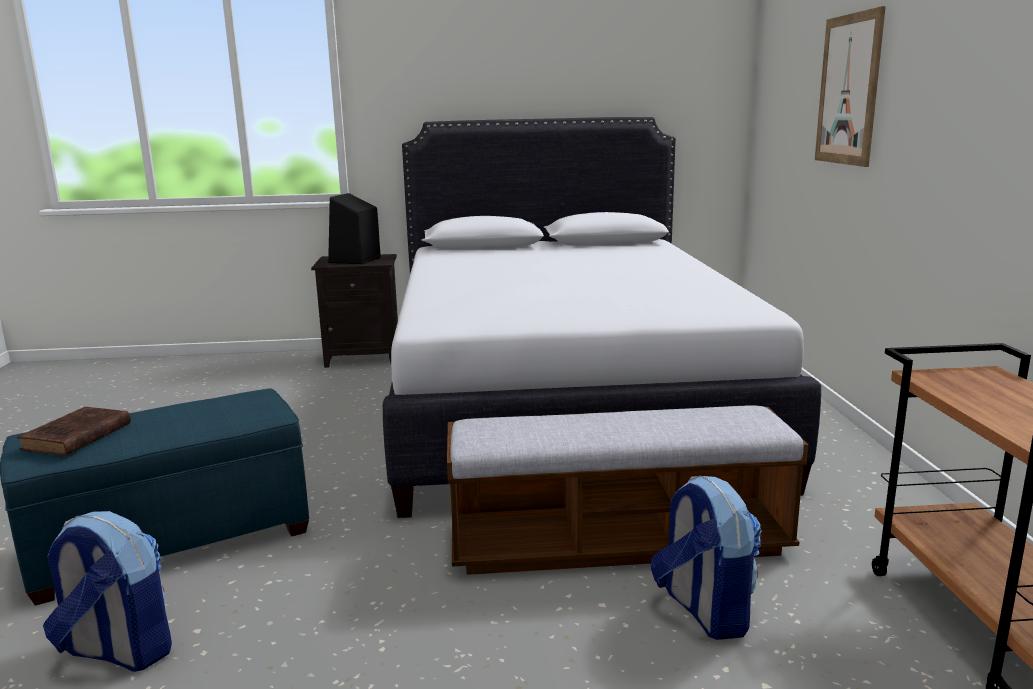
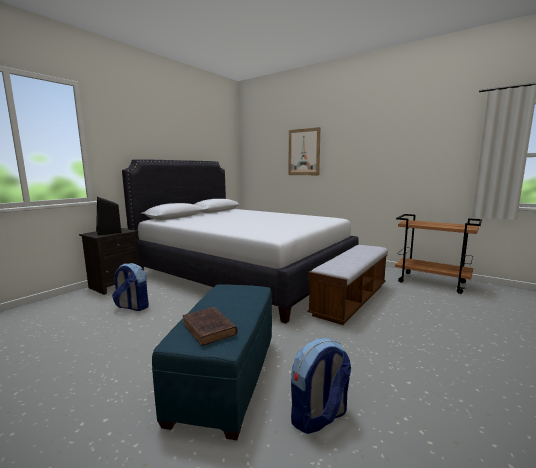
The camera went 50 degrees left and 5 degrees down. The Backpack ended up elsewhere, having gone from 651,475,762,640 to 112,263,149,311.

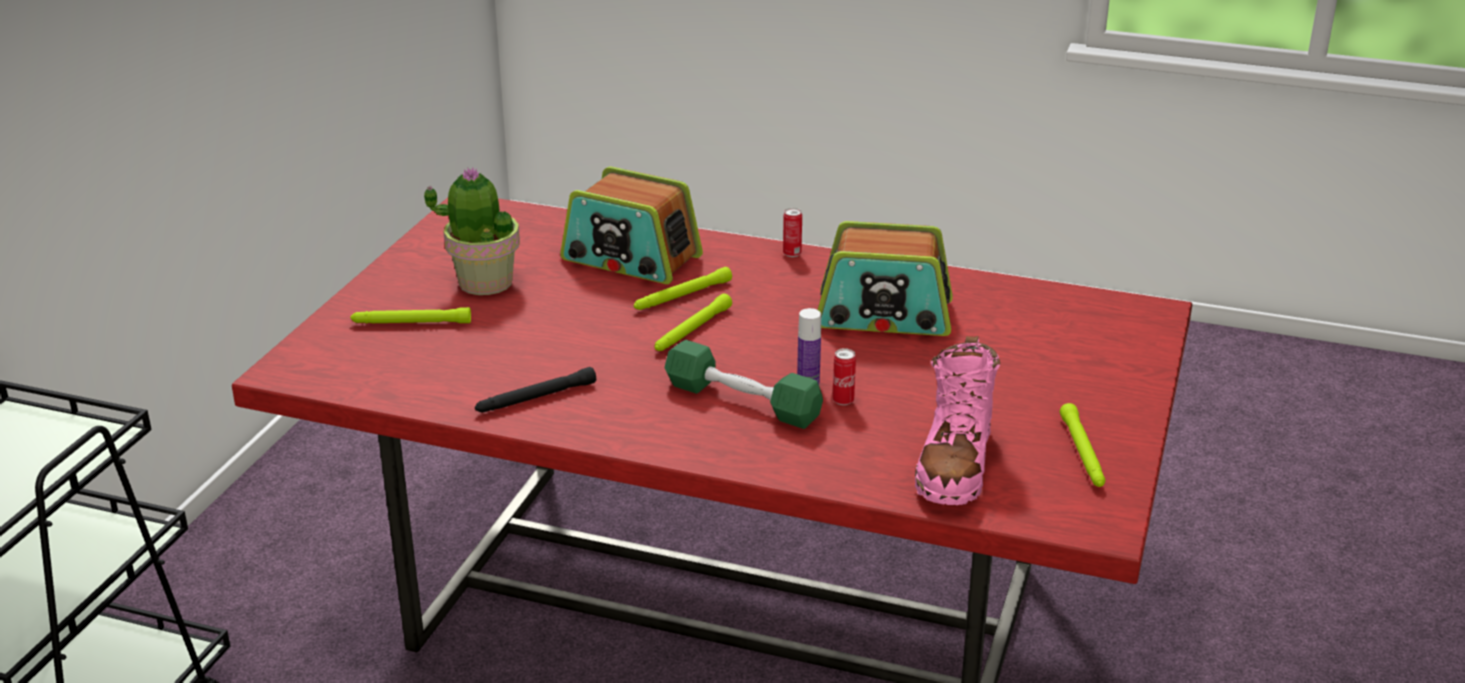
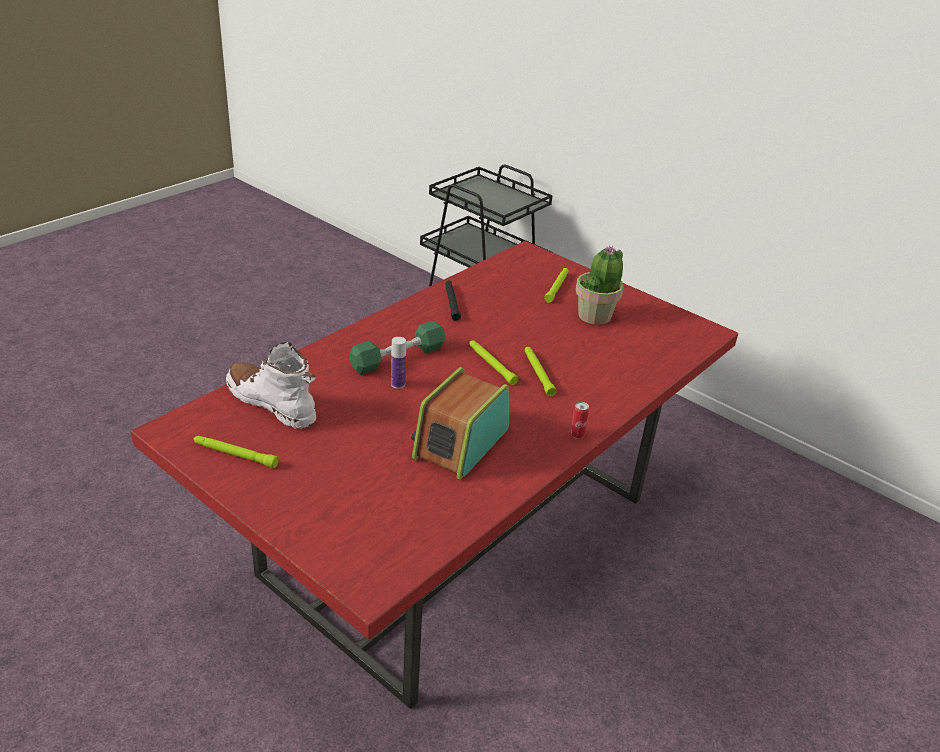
The camera went 110 degrees right and 5 degrees up. What was the PinkBoot at 915,336,1000,505 turned into the WhiteBoot at 226,342,316,429. The second view lost the Radio at 560,167,703,284. The second view lost the Can at 833,348,856,405.

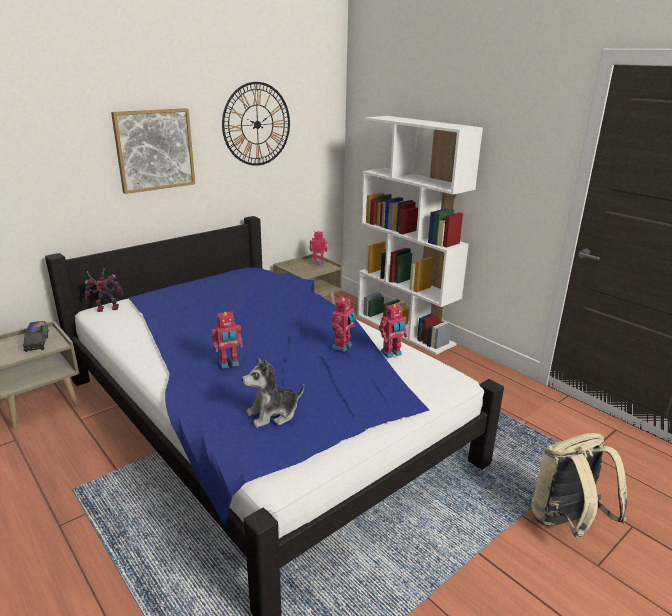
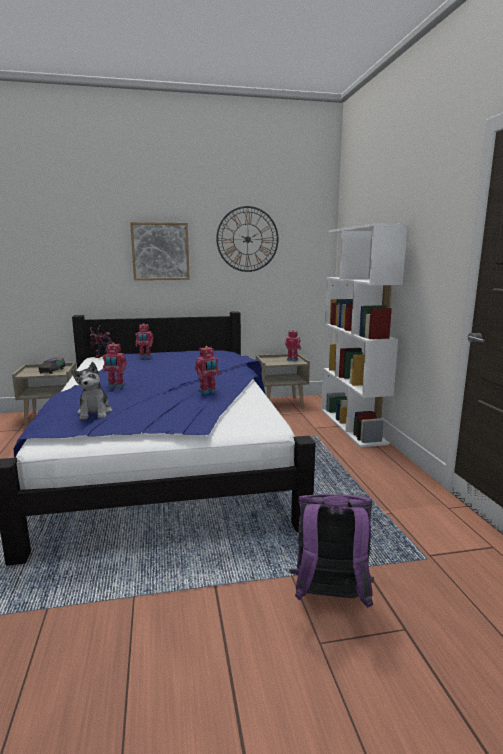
The camera went 30 degrees right and 10 degrees down. The PlushToy at 242,357,304,428 ended up facing another way, 105 degrees counterclockwise from before. The ToyRobot ended up elsewhere, having gone from 379,304,408,358 to 135,323,154,358. What was the BeigeBackpack at 531,433,627,539 turned into the PurpleBackpack at 290,494,374,608.

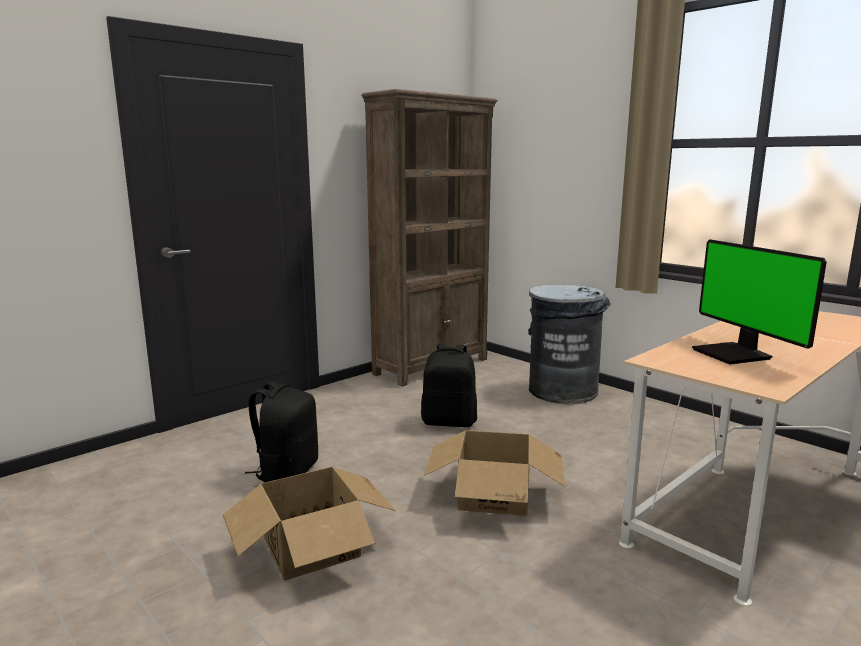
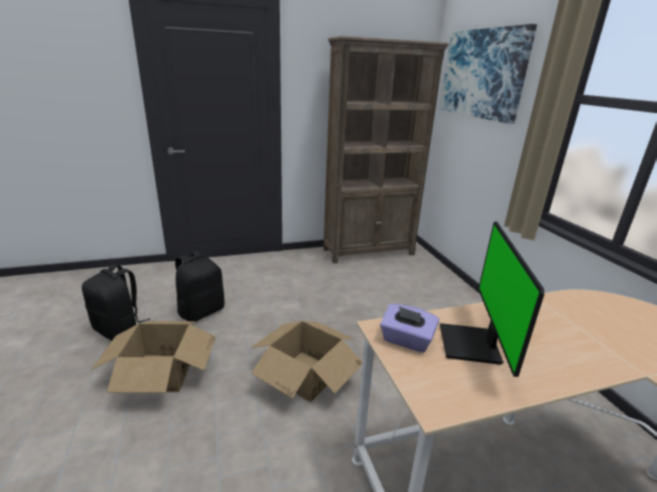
The camera went 25 degrees right and 10 degrees up. The BlackBackpack ended up elsewhere, having gone from 421,344,477,427 to 82,264,150,341. The second view gained the PurpleTissueBox at 380,304,439,353. The second view gained the Picture at 440,24,537,124. The second view lost the GreyTrashCan at 528,285,611,405.

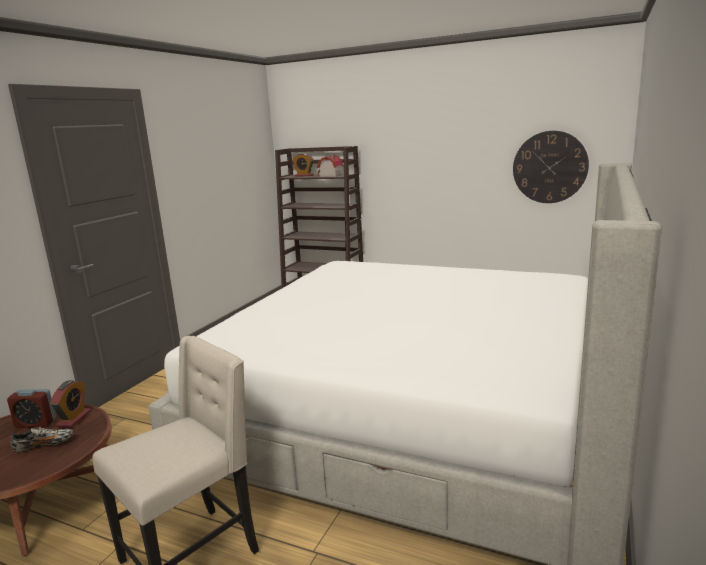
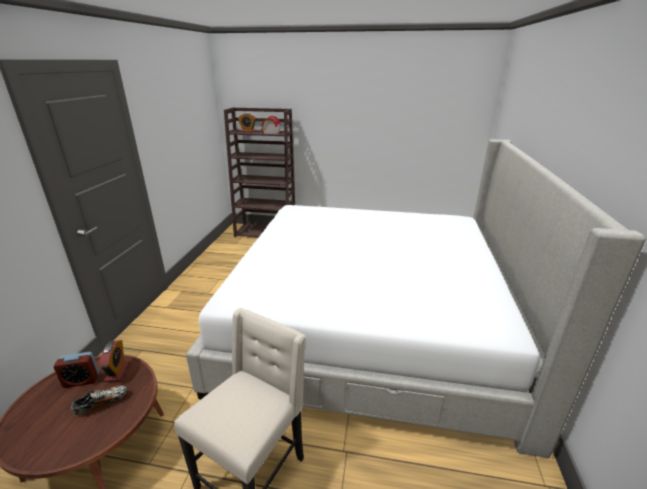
The camera went 15 degrees left and 10 degrees up. The second view lost the WallClock at 513,131,589,203.

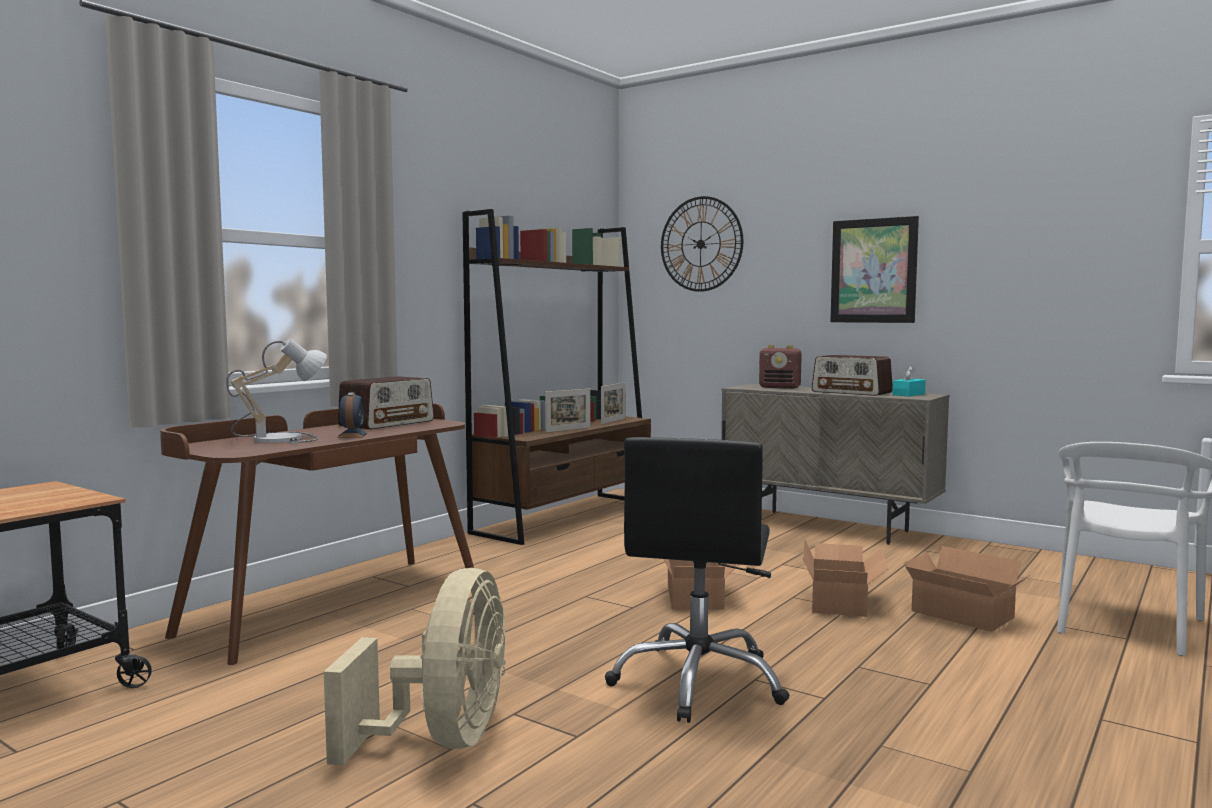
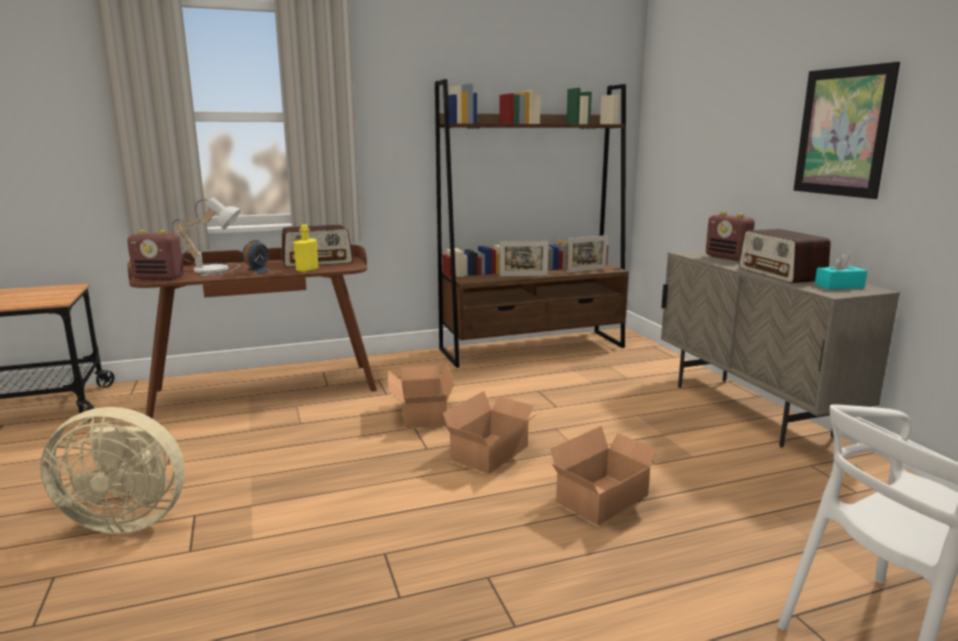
The camera went 35 degrees right and 10 degrees up. The BeigeFan at 324,568,506,765 ended up facing another way, 45 degrees clockwise from before. The second view gained the Radio at 127,230,184,280. The second view gained the YellowBottle at 294,225,319,272. The CardboardBox ended up elsewhere, having gone from 904,546,1030,632 to 387,363,455,428. The second view lost the BlackOfficeChair at 605,437,790,723. The second view lost the WallClock at 661,196,743,292.

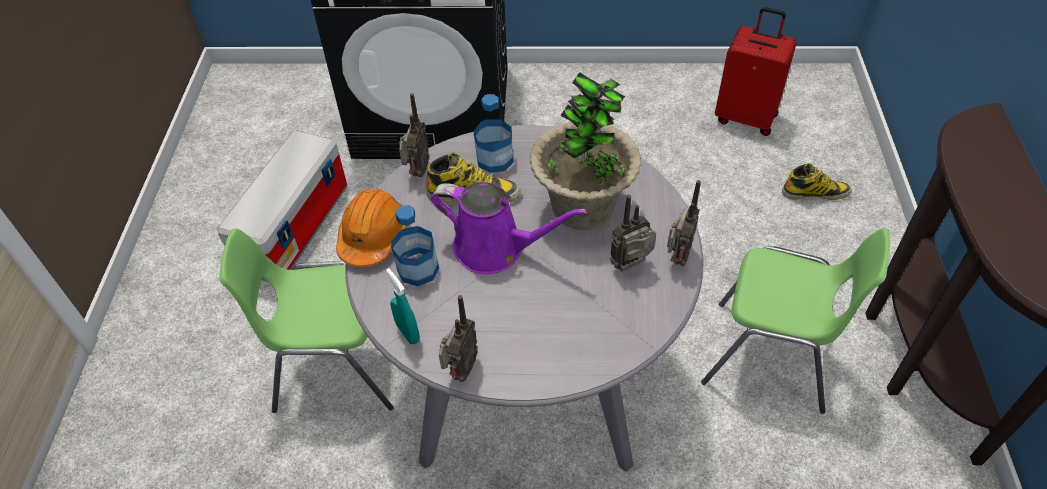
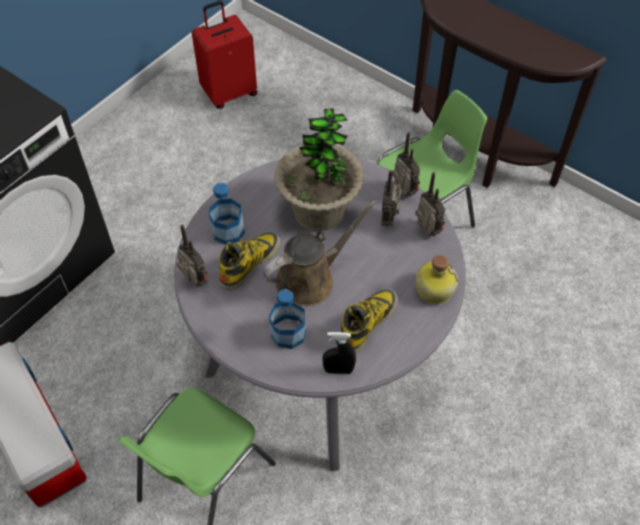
The camera went 55 degrees left and 5 degrees up. What was the PurpleWateringCan at 431,182,587,274 turned into the BrownWateringCan at 263,200,377,306. What was the TurquoiseSprayBottle at 386,268,420,344 turned into the BlackSprayBottle at 322,332,356,374. The Boot ended up elsewhere, having gone from 782,163,851,200 to 341,289,397,353. The Radio ended up elsewhere, having gone from 439,295,478,382 to 415,172,445,236. The second view gained the Bottle at 415,255,459,304. The second view lost the OrangeHardHat at 336,189,407,267.

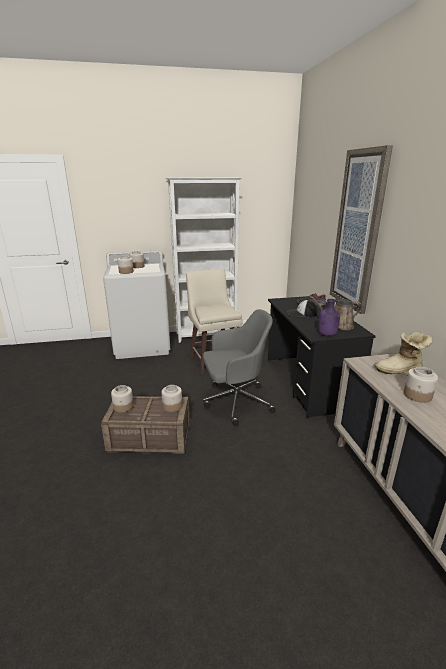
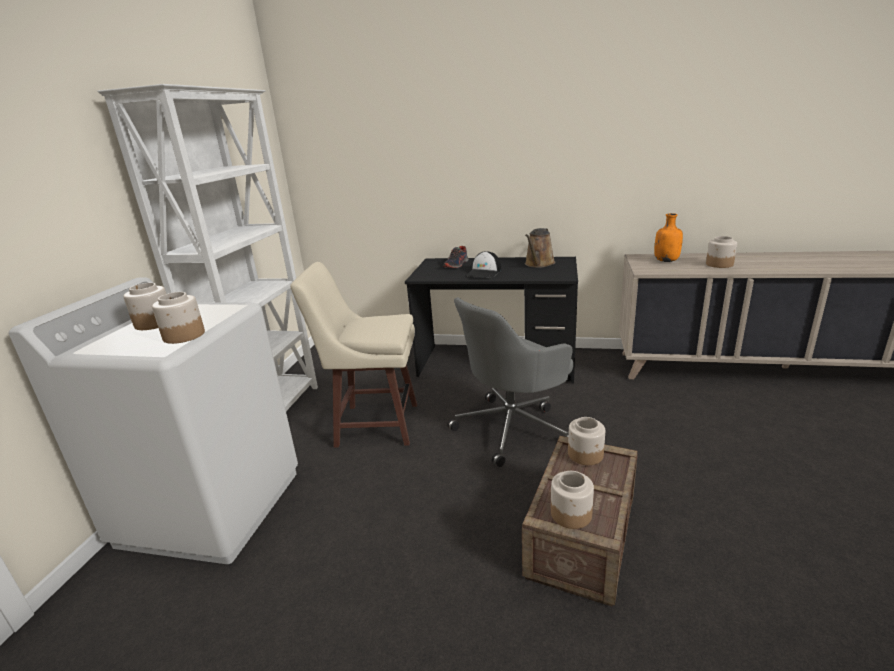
The camera went 65 degrees left and 0 degrees up. The GreyOfficeChair at 203,309,276,426 ended up facing another way, 135 degrees counterclockwise from before. Where the Boot stood at 374,332,433,374, the OrangeBottle came to stand at 654,213,683,262. The second view lost the PurpleBottle at 318,299,340,336. The second view lost the Picture at 330,145,393,314.

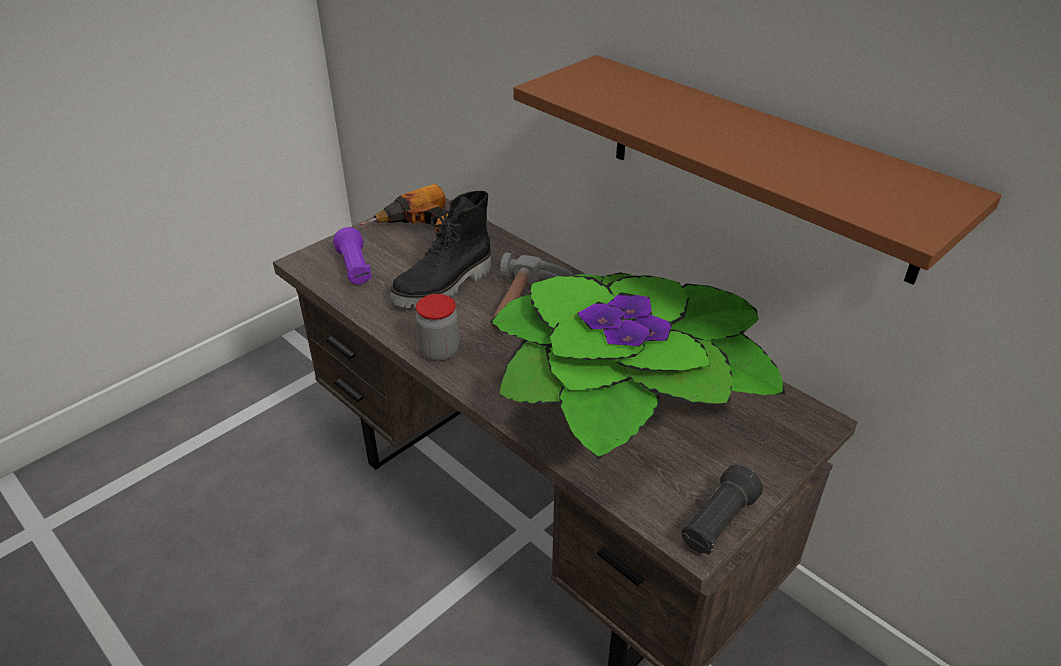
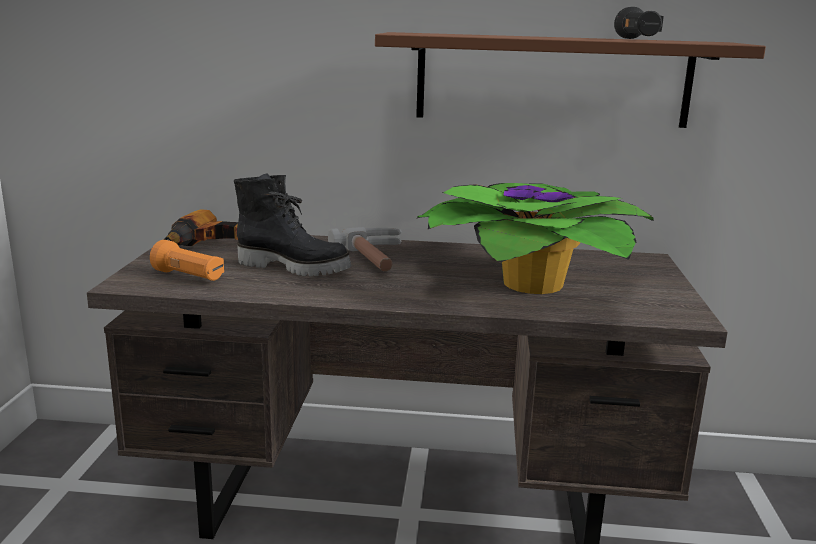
The camera went 40 degrees left and 20 degrees down. What was the PurpleFlashlight at 333,227,372,284 turned into the OrangeFlashlight at 150,240,224,281. The BlackBoot at 390,191,492,308 ended up facing another way, 75 degrees counterclockwise from before. The BlackFlashlight ended up elsewhere, having gone from 681,465,763,555 to 614,7,664,39. The second view lost the Jar at 415,294,460,361.

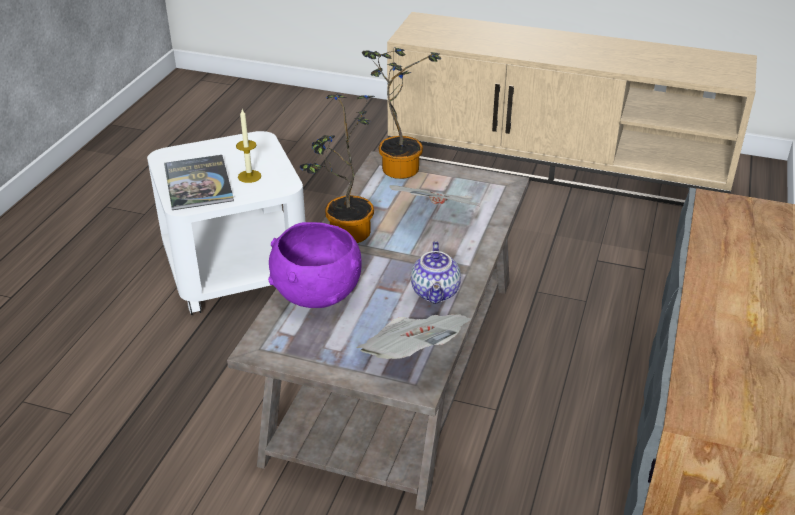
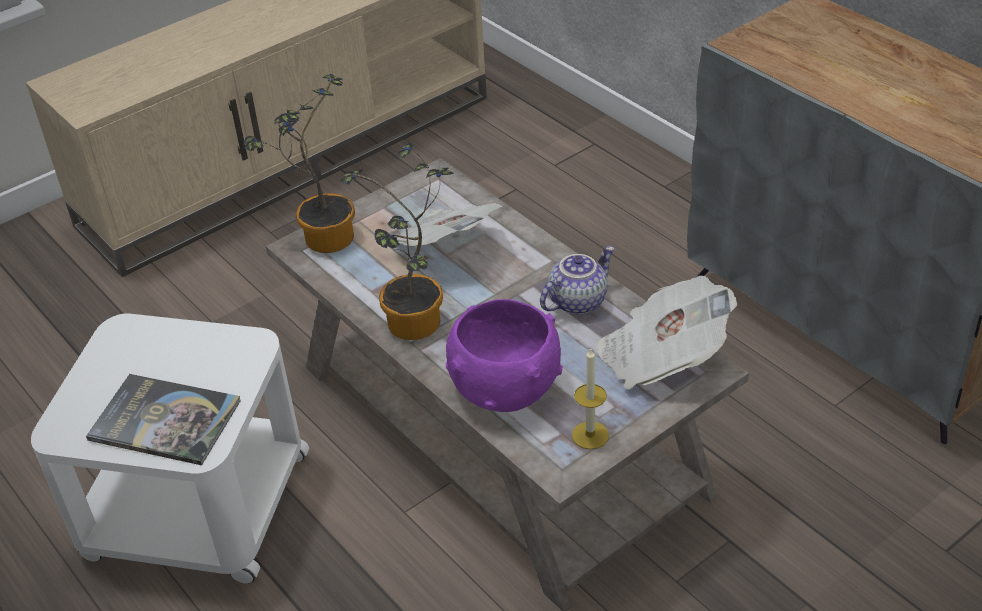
The camera went 55 degrees left and 5 degrees up. The Teapot at 411,241,461,304 ended up facing another way, 75 degrees counterclockwise from before. The Candle ended up elsewhere, having gone from 236,109,261,183 to 572,347,609,449.

